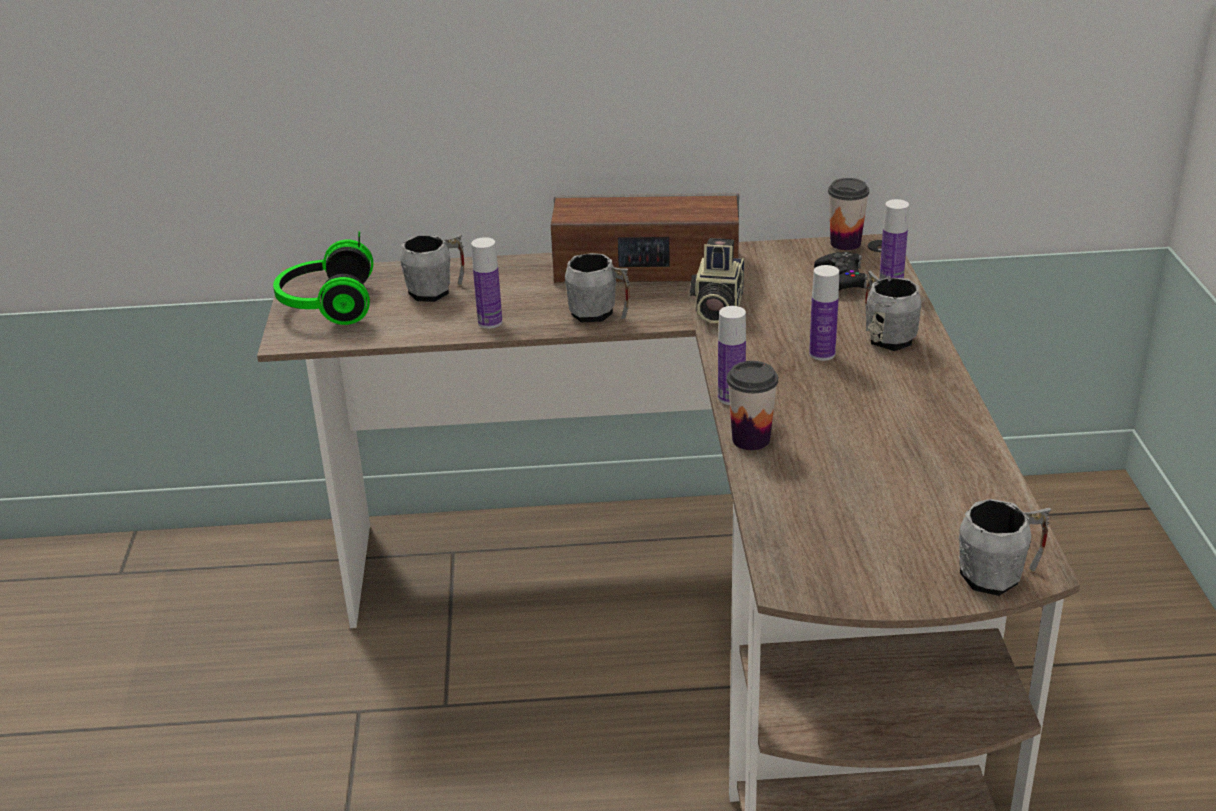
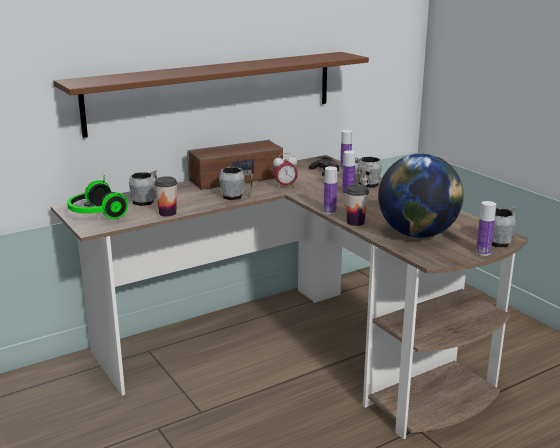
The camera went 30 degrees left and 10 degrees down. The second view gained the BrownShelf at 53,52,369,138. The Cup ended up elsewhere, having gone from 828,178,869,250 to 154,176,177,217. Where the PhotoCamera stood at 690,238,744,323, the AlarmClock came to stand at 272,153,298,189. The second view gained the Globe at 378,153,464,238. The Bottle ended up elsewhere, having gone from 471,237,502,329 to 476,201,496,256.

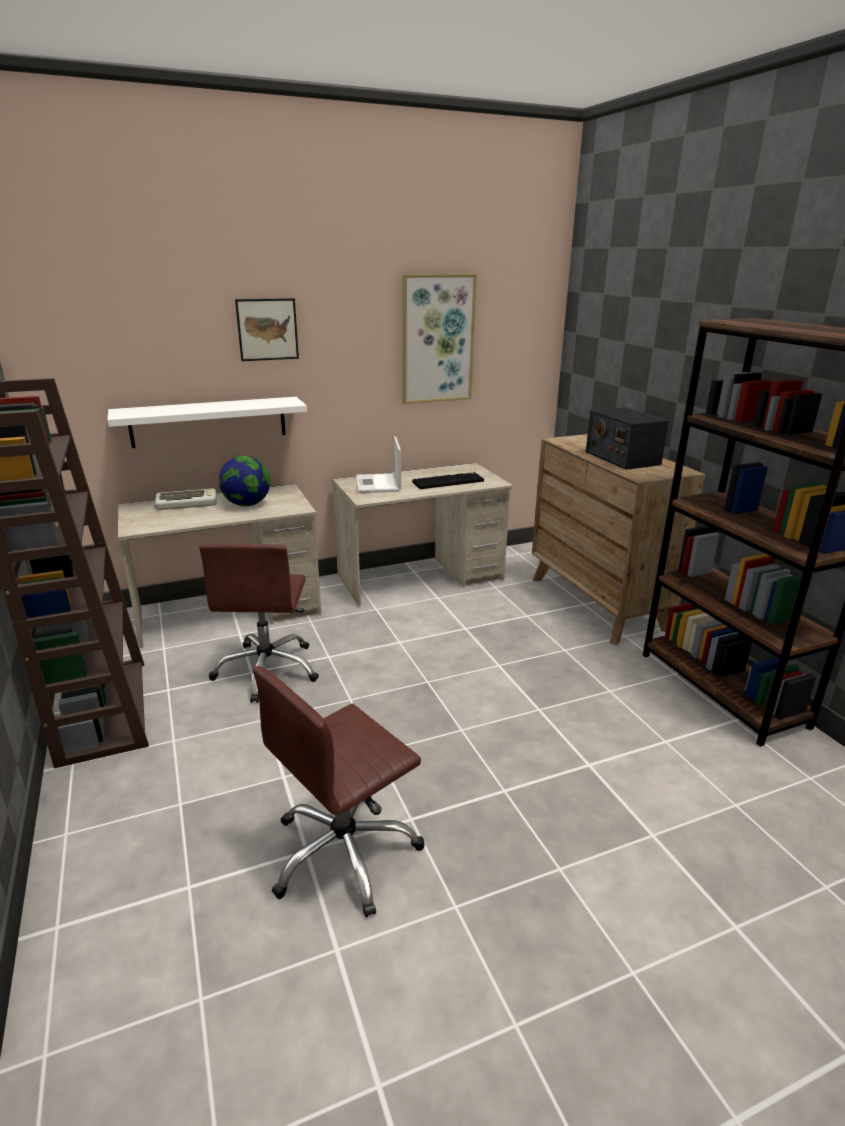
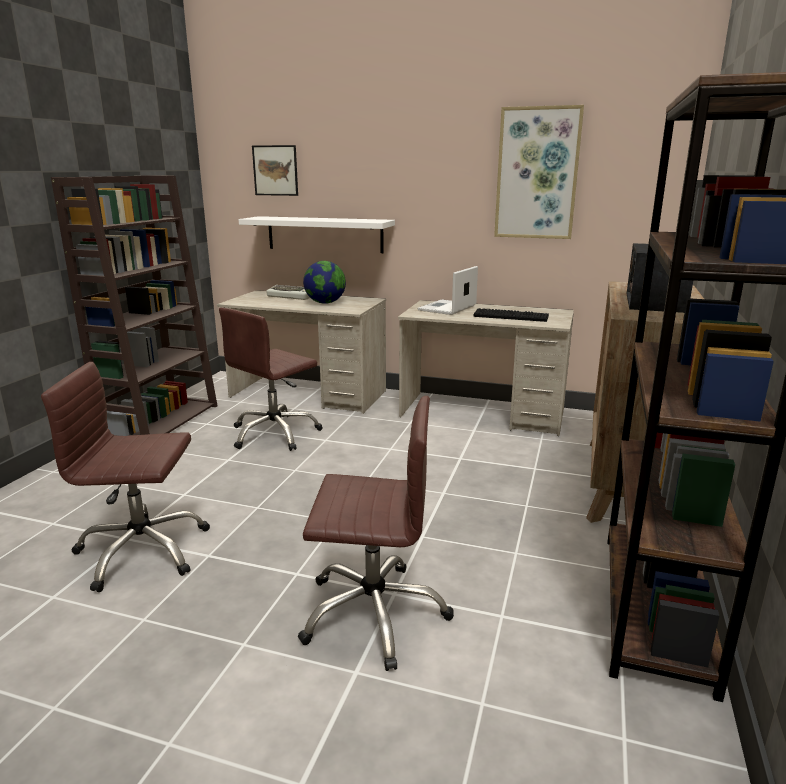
The camera went 40 degrees right and 5 degrees down. The Picture ended up elsewhere, having gone from 235,298,299,361 to 252,145,298,196. The second view gained the BrownOfficeChair at 298,396,454,671.

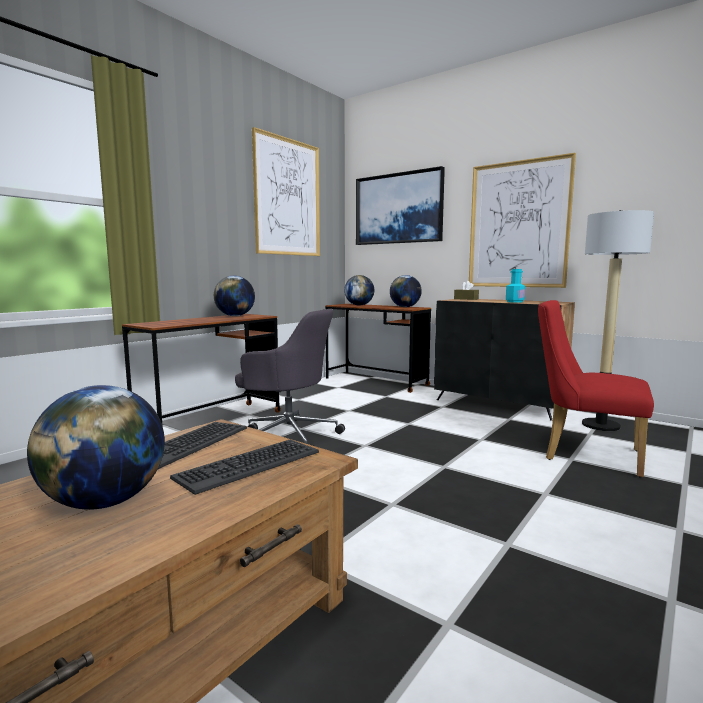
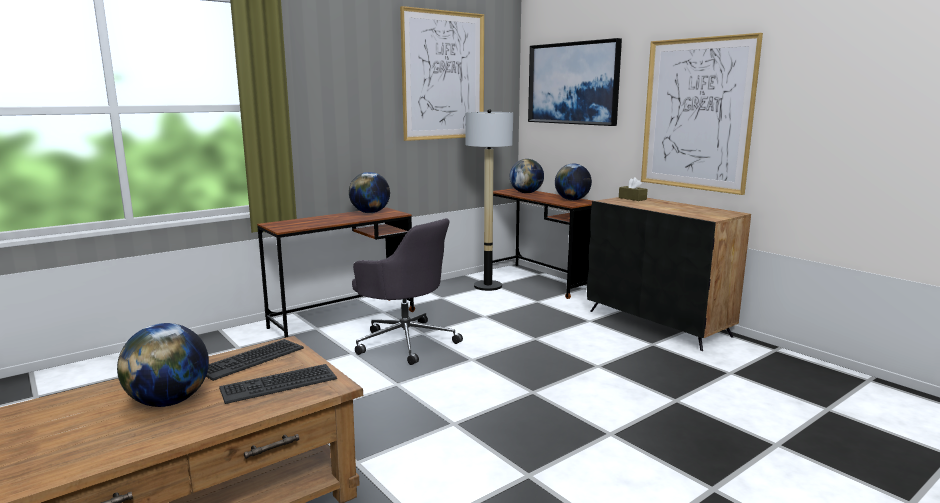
The camera went 15 degrees right and 5 degrees up. The FloorLamp ended up elsewhere, having gone from 582,210,654,431 to 465,109,513,291. The second view lost the TurquoiseBottle at 506,269,525,303. The second view lost the RedChair at 538,300,654,478.

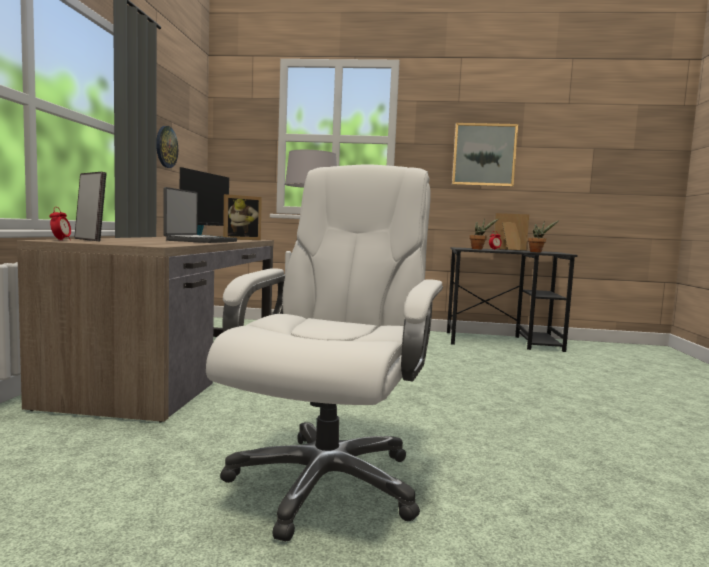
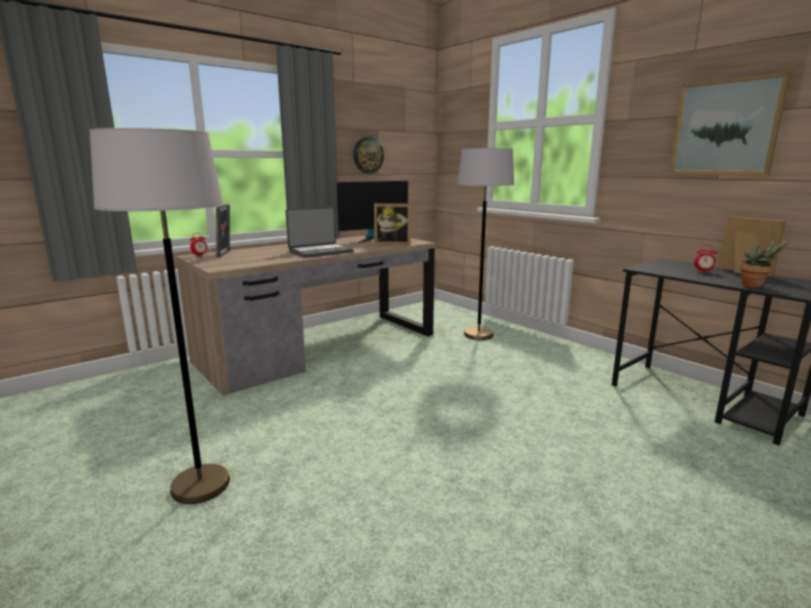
The camera went 45 degrees right and 10 degrees up. Where the WhiteOfficeChair stood at 206,164,443,541, the GreyFloorLamp came to stand at 89,128,230,504. The second view lost the PottedPlant at 469,218,499,249.

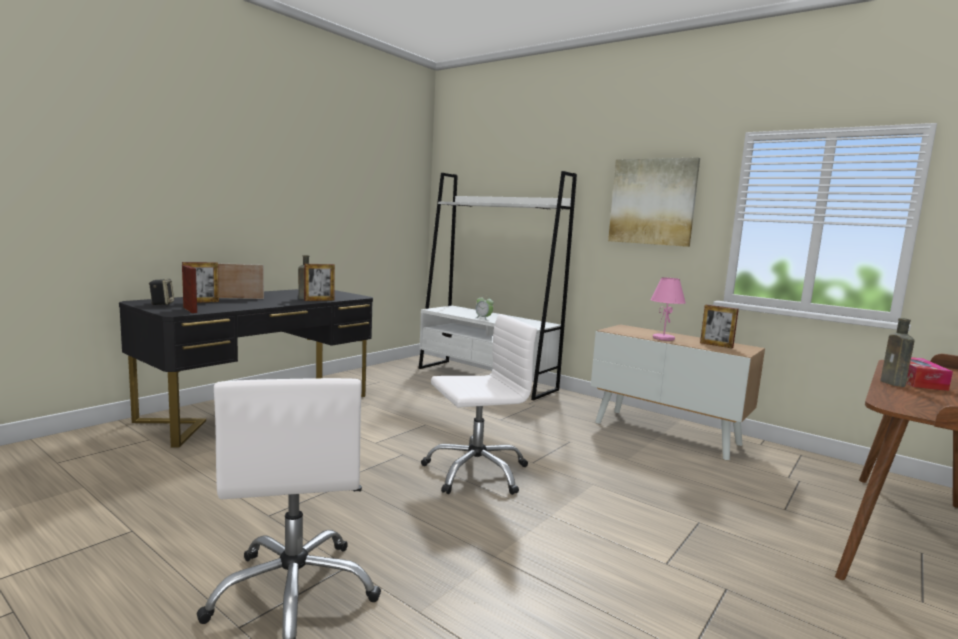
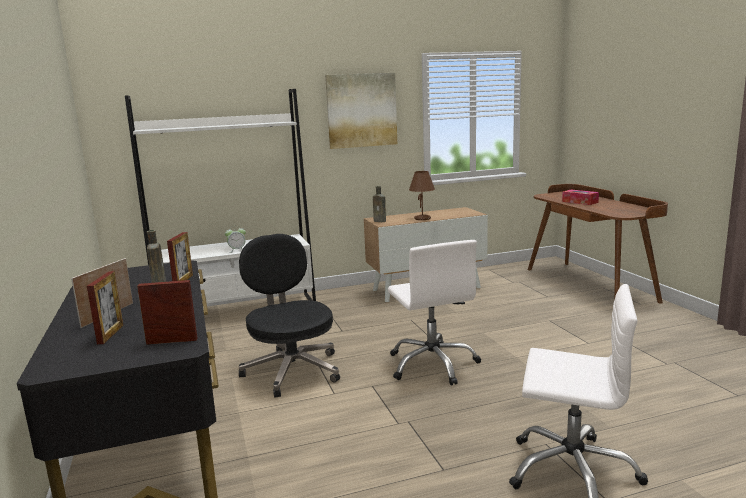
The camera went 55 degrees left and 5 degrees up. The second view gained the BlackOfficeChair at 239,234,340,398. The BrownBottle ended up elsewhere, having gone from 880,318,914,387 to 373,186,386,222. The WhiteOfficeChair at 421,314,537,495 ended up facing another way, 150 degrees clockwise from before. What was the PinkTableLamp at 650,277,686,341 turned into the BrownTableLamp at 409,171,435,220. The second view lost the Speaker at 149,279,174,305. The second view lost the PictureFrame at 700,305,739,349.

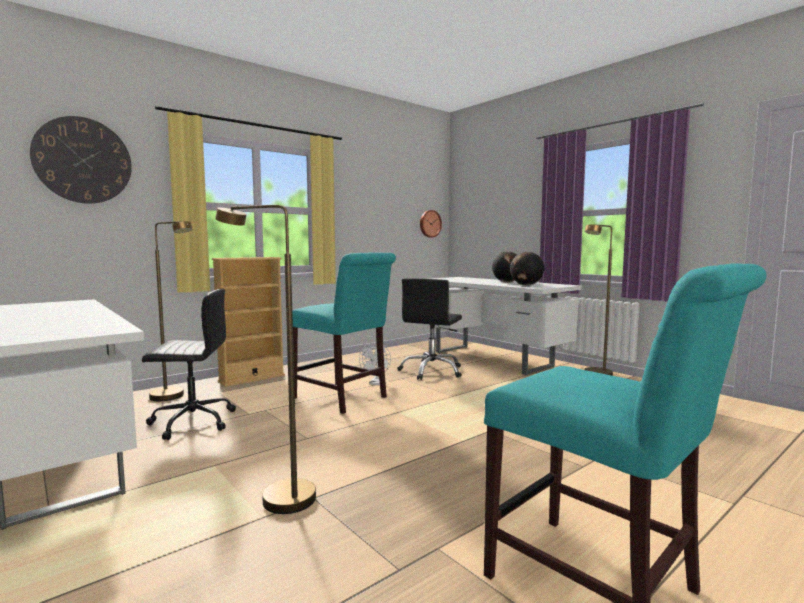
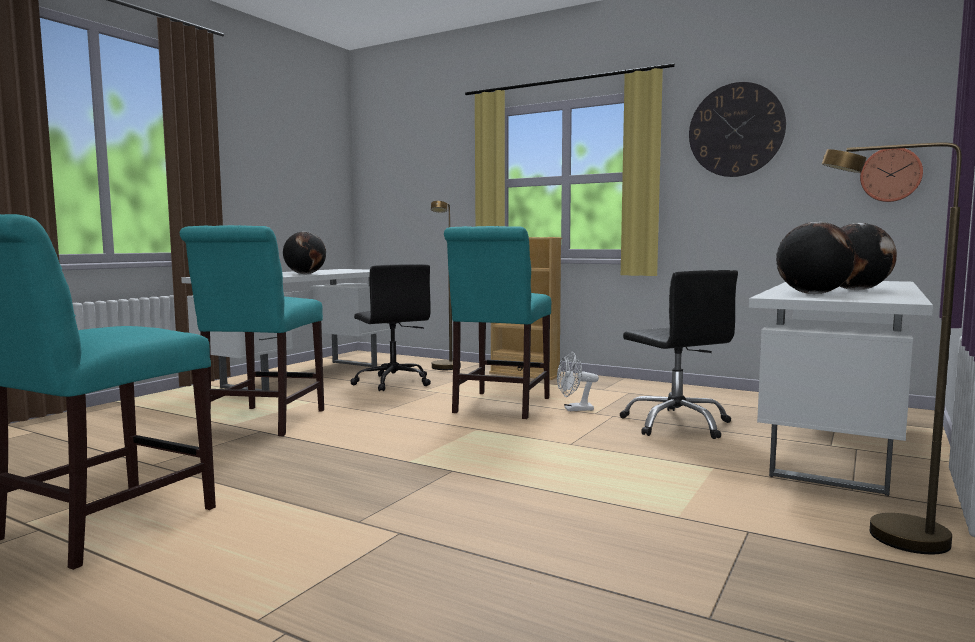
The camera went 70 degrees right and 0 degrees up. Where the BrownFloorLamp stood at 215,205,316,514, the TurquoiseChair came to stand at 180,225,324,436. The second view gained the Globe at 283,231,326,274. The BlackOfficeChair at 398,278,462,380 ended up facing another way, 120 degrees counterclockwise from before. The WallClock ended up elsewhere, having gone from 30,116,132,204 to 689,82,786,177.

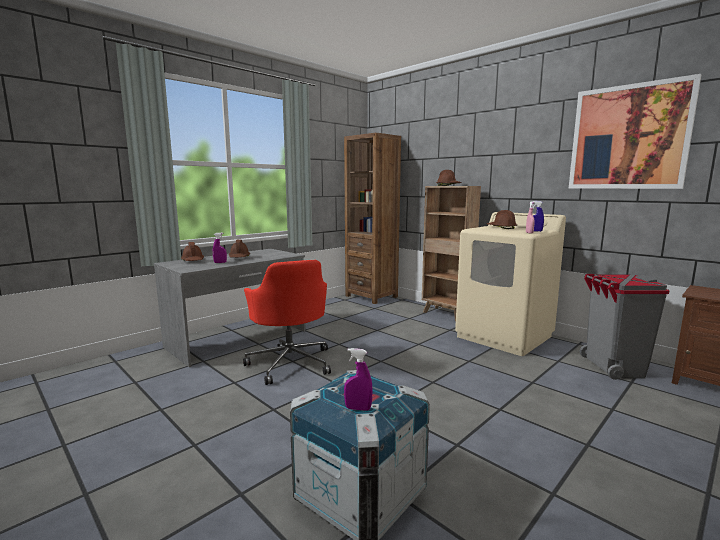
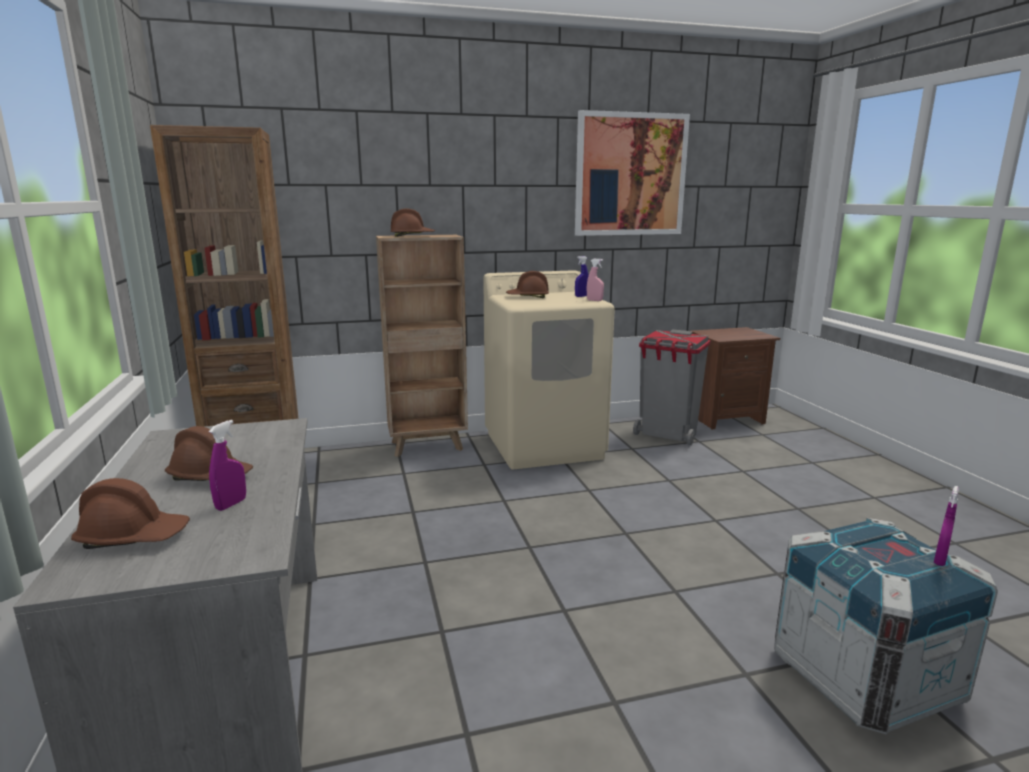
The camera went 60 degrees left and 5 degrees up. The second view lost the RedOfficeChair at 243,260,331,385.

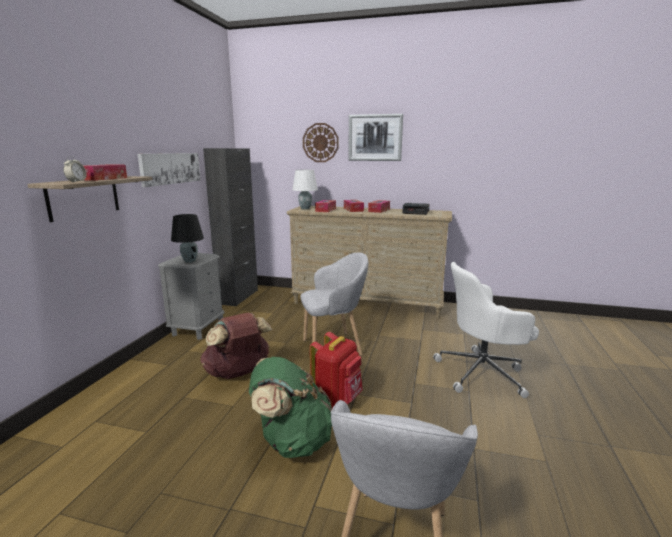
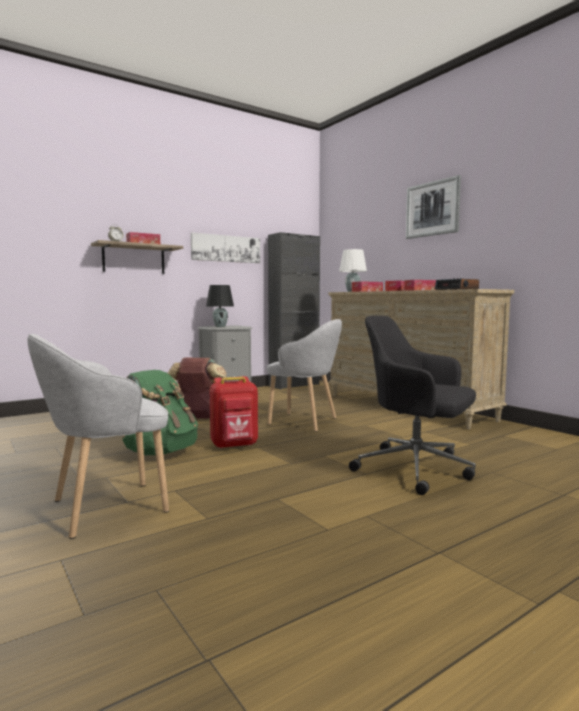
The camera went 40 degrees right and 10 degrees down. What was the WhiteOfficeChair at 433,262,539,398 turned into the BlackOfficeChair at 349,316,476,495. The second view lost the WallClock at 303,123,339,162.

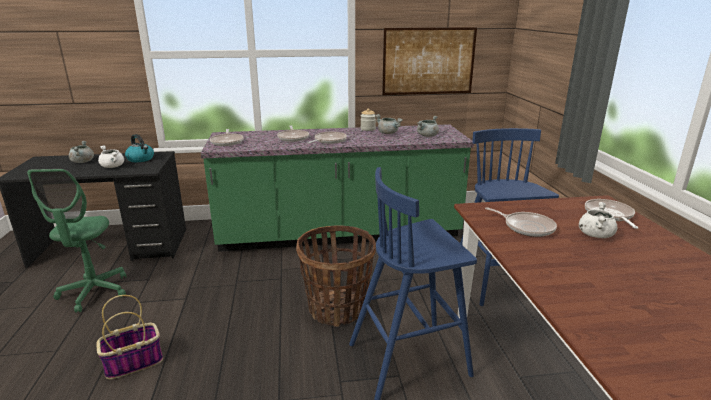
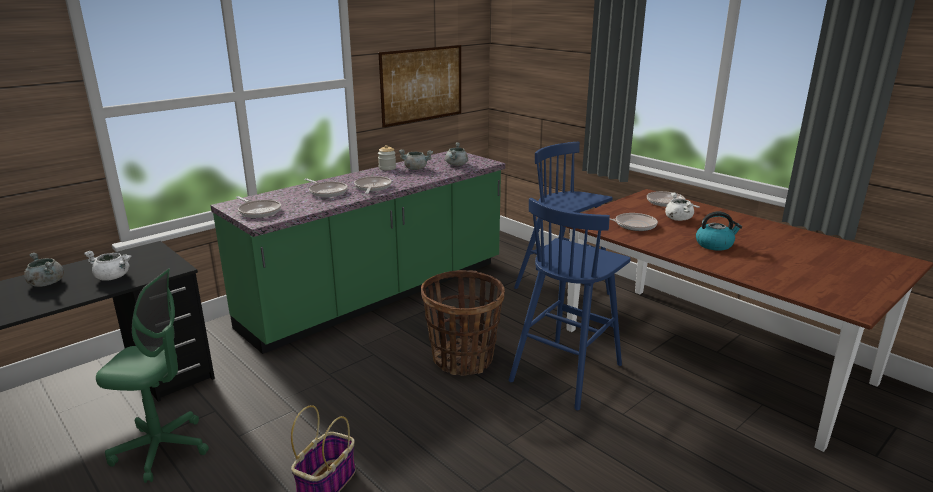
The camera went 35 degrees left and 0 degrees up. The GreenOfficeChair at 27,169,126,312 ended up facing another way, 45 degrees counterclockwise from before. The Kettle ended up elsewhere, having gone from 125,134,154,162 to 696,211,742,251.

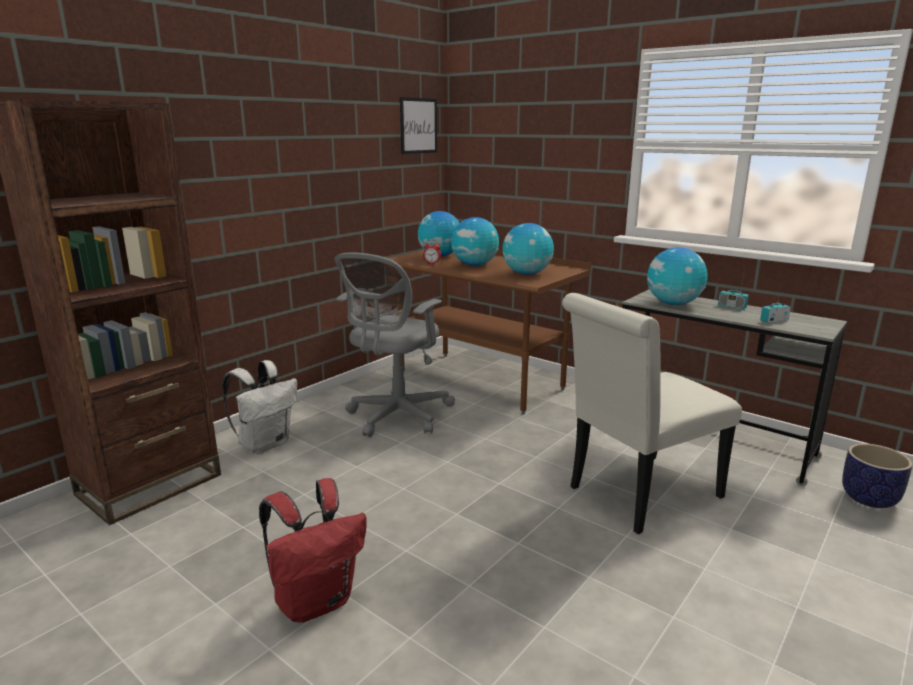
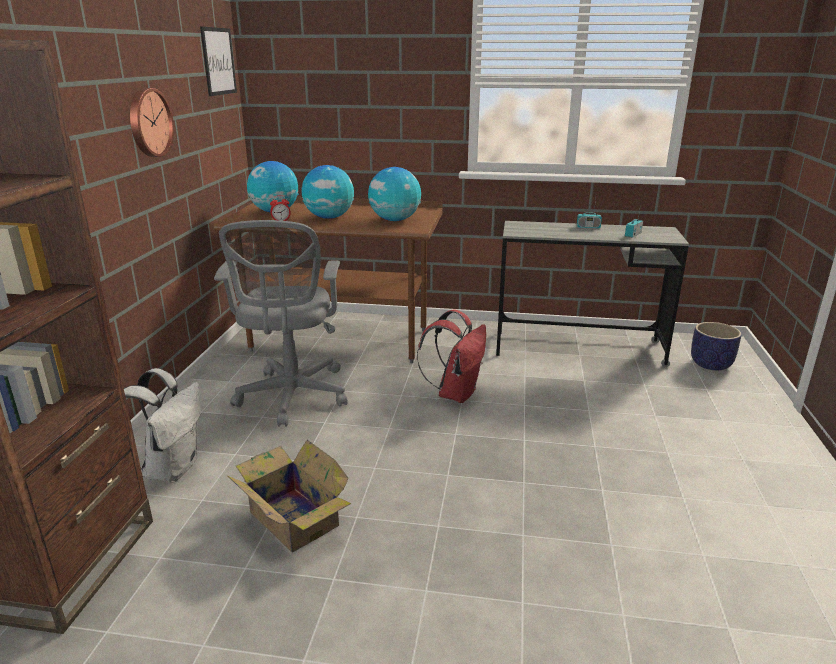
The camera went 30 degrees left and 5 degrees up. The second view gained the WallClock at 130,88,174,157. The second view gained the CardboardBox at 227,440,351,552. The RedBackpack ended up elsewhere, having gone from 259,478,367,623 to 417,310,486,403. The second view lost the WhiteChair at 562,293,742,534. The second view lost the Globe at 647,247,708,305.

